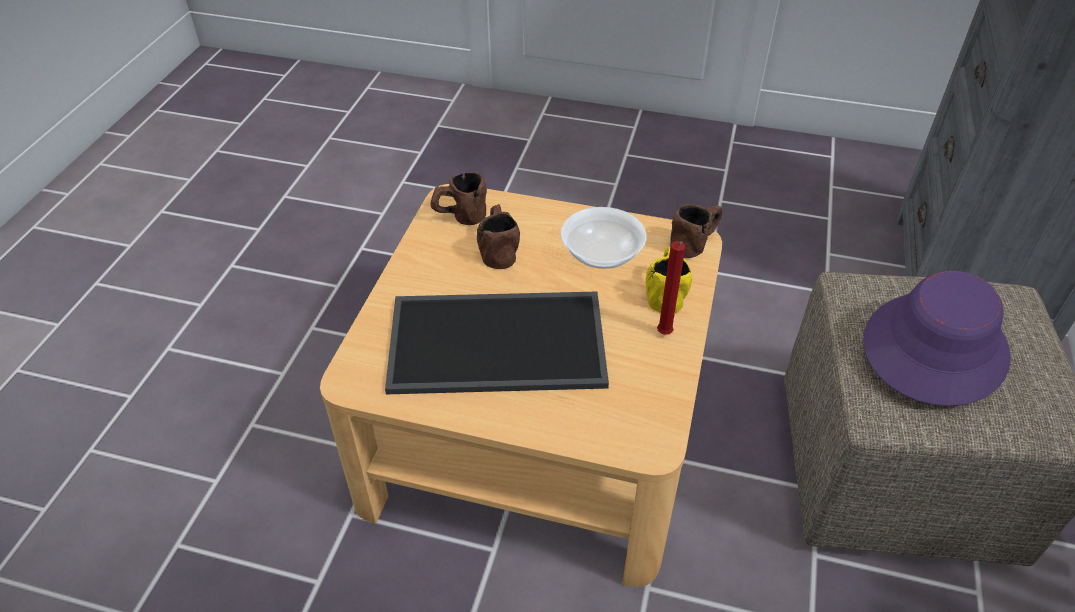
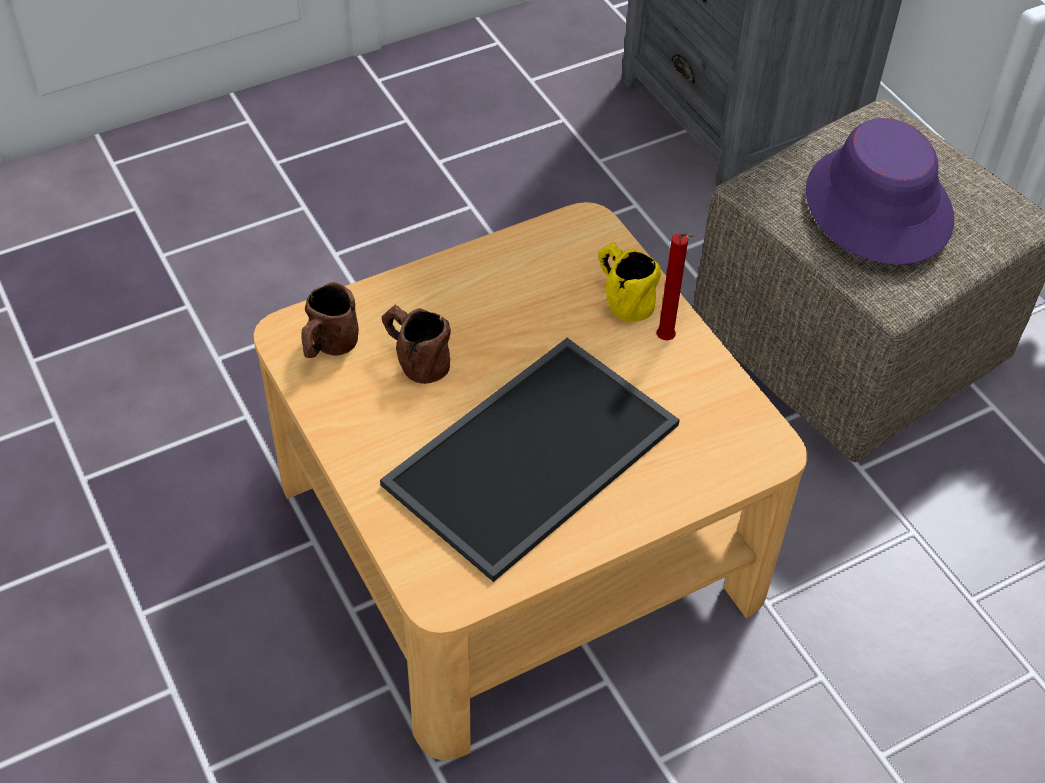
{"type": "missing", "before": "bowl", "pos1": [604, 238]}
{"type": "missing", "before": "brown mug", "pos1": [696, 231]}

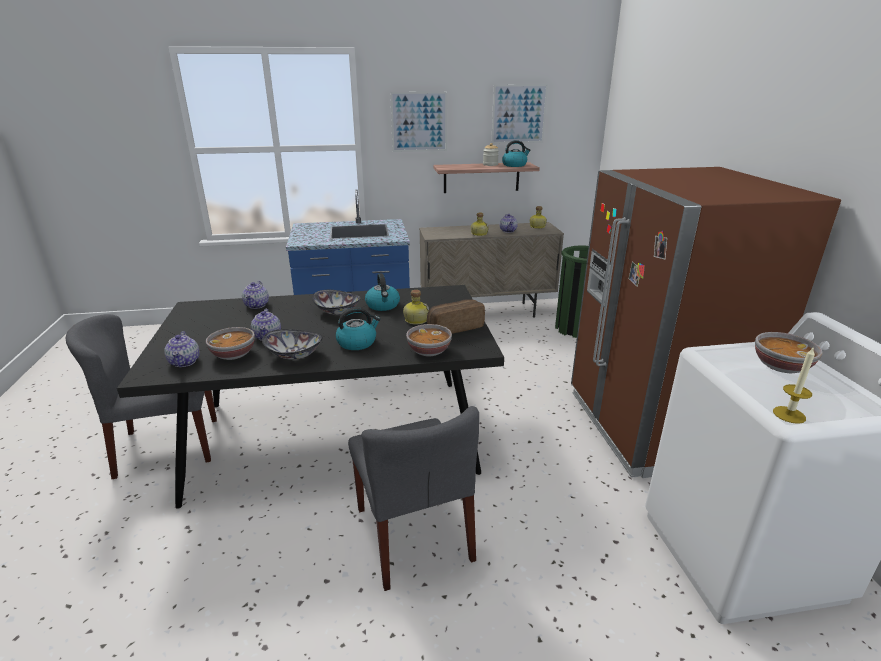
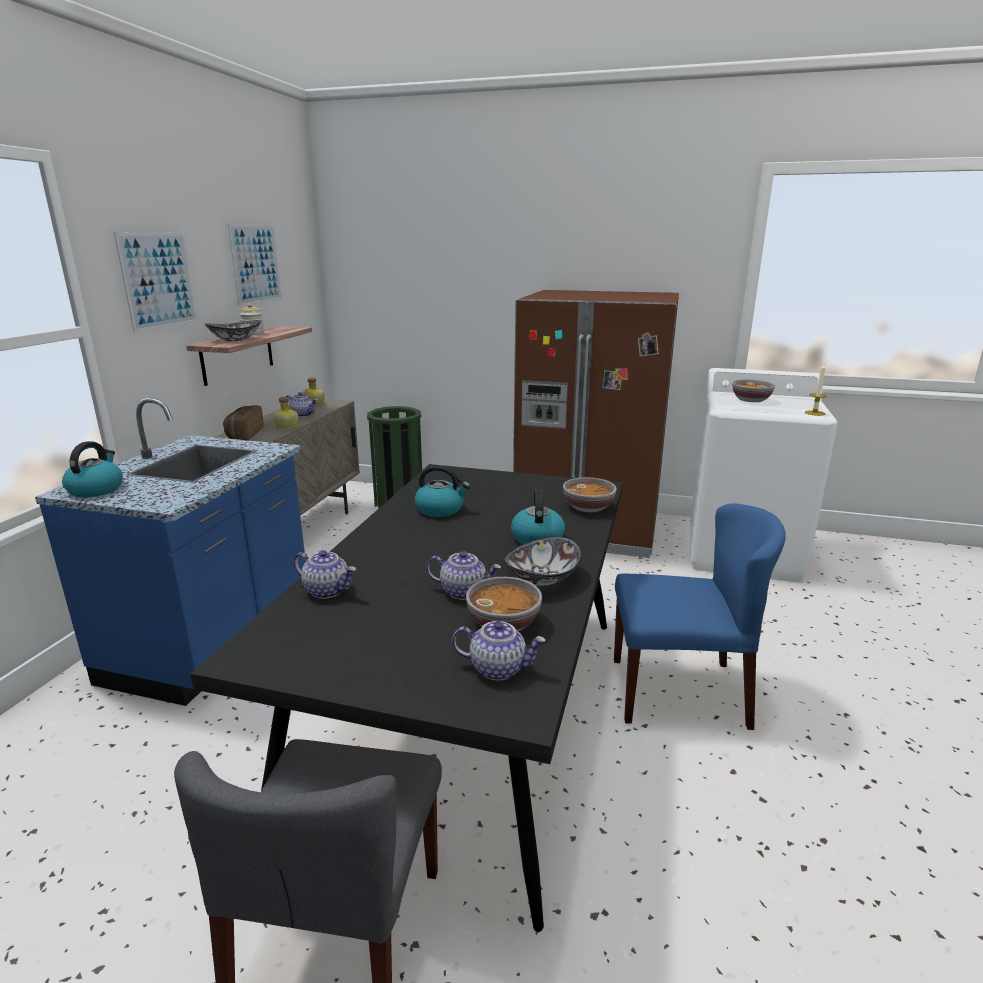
{"type": "relocated", "before": "bowl", "pos1": [336, 302], "pos2": [233, 330]}
{"type": "colour", "before": "grey chair", "after": "blue chair", "pos1": [413, 498], "pos2": [700, 616]}
{"type": "missing", "before": "bottle", "pos1": [416, 307]}
{"type": "relocated", "before": "bread", "pos1": [456, 316], "pos2": [243, 422]}
{"type": "relocated", "before": "kettle", "pos1": [516, 153], "pos2": [92, 469]}

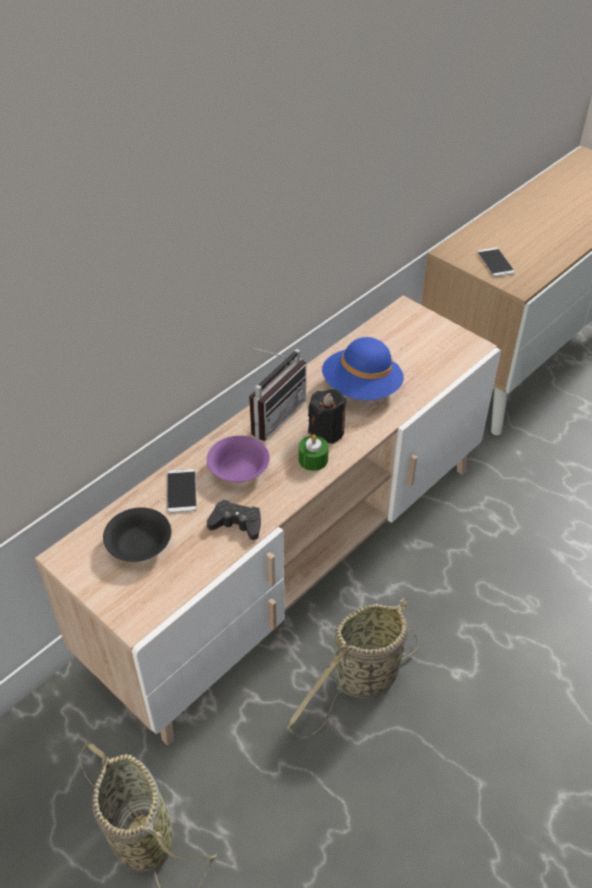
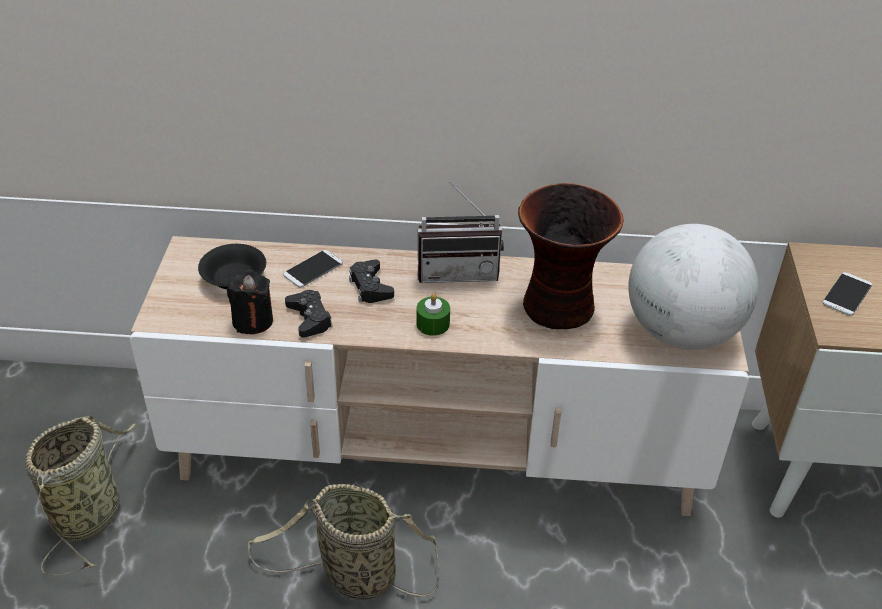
{"type": "exchanged", "before": "purple bowl", "after": "black game controller", "pos1": [238, 459], "pos2": [371, 281]}
{"type": "relocated", "before": "black candle", "pos1": [327, 416], "pos2": [250, 302]}
{"type": "exchanged", "before": "blue hat", "after": "vase", "pos1": [363, 368], "pos2": [571, 256]}
{"type": "appeared", "after": "globe", "pos2": [693, 287]}

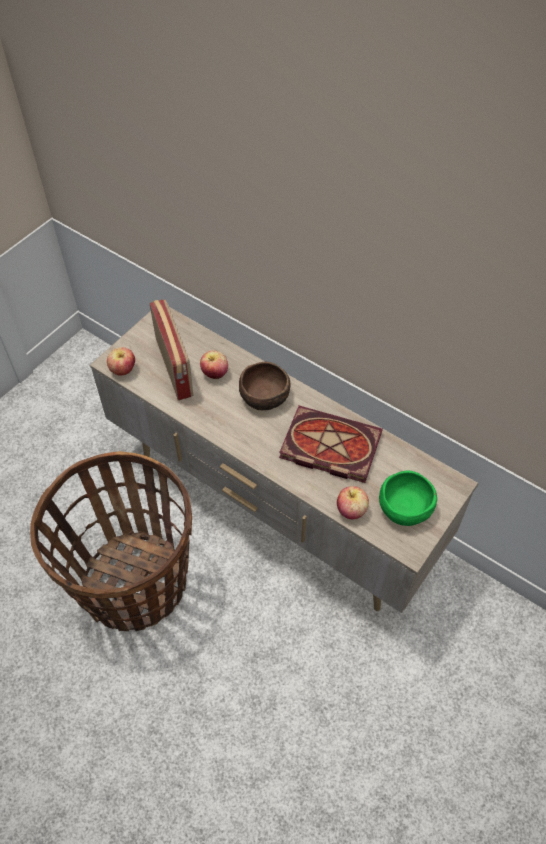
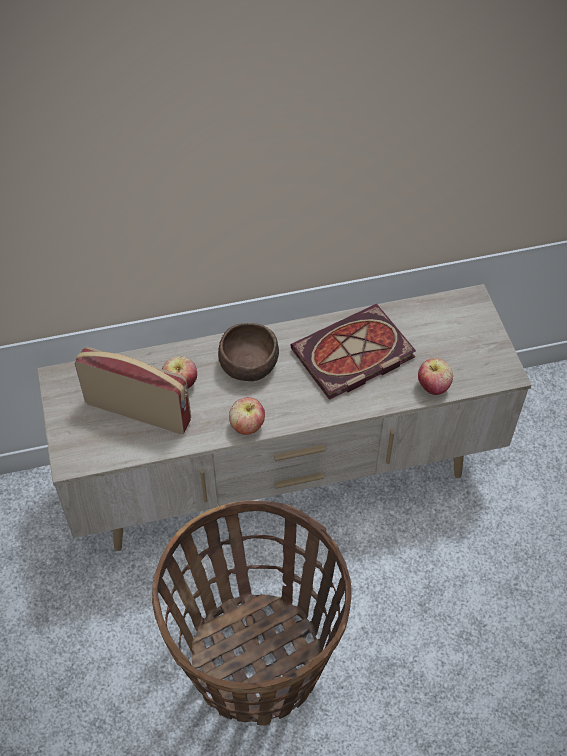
{"type": "relocated", "before": "apple", "pos1": [121, 361], "pos2": [247, 416]}
{"type": "missing", "before": "green bowl", "pos1": [408, 498]}

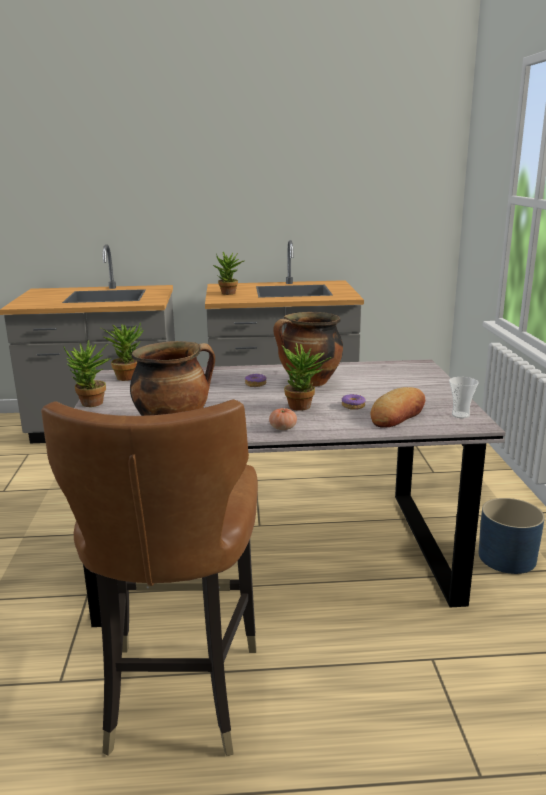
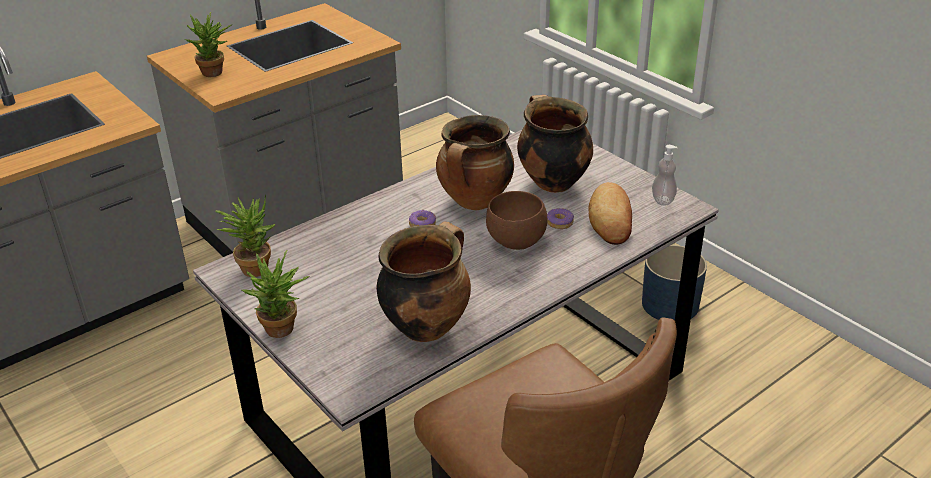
{"type": "missing", "before": "tomato", "pos1": [283, 419]}
{"type": "exchanged", "before": "potted plant", "after": "brown bowl", "pos1": [306, 377], "pos2": [516, 220]}
{"type": "exchanged", "before": "cup", "after": "soap dispenser", "pos1": [464, 397], "pos2": [664, 175]}
{"type": "appeared", "after": "cooking pot", "pos2": [555, 144]}

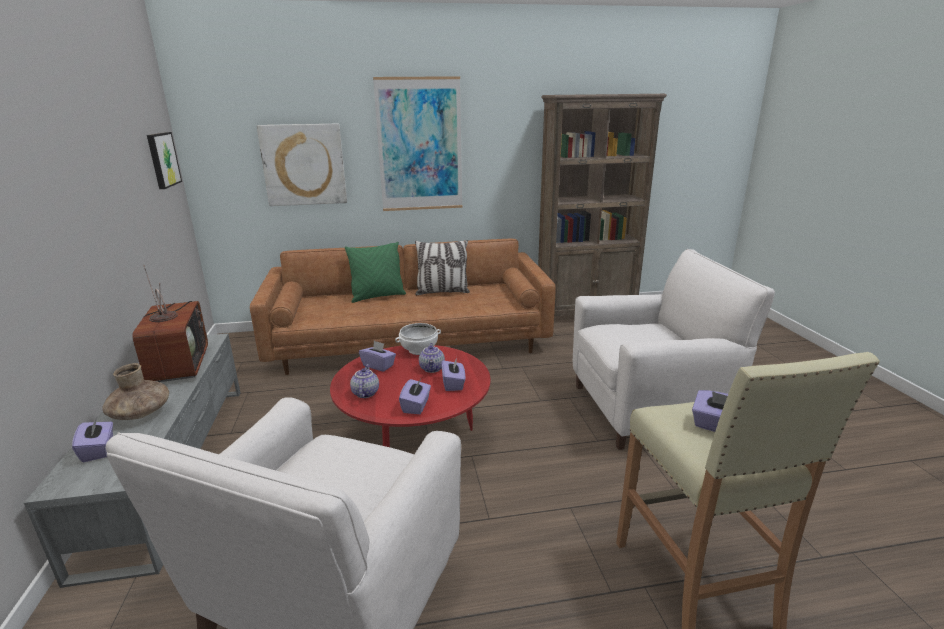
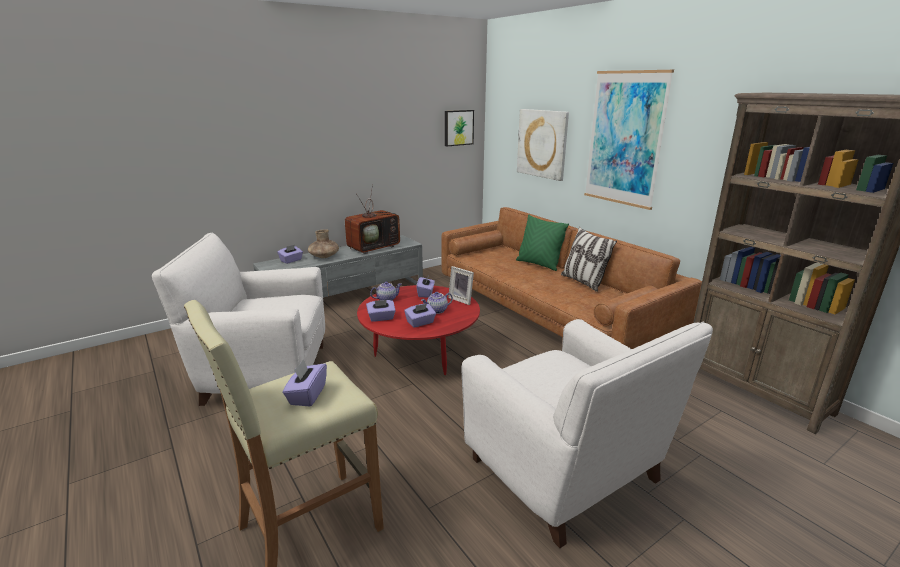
{"type": "exchanged", "before": "white bowl", "after": "picture frame", "pos1": [418, 339], "pos2": [461, 285]}

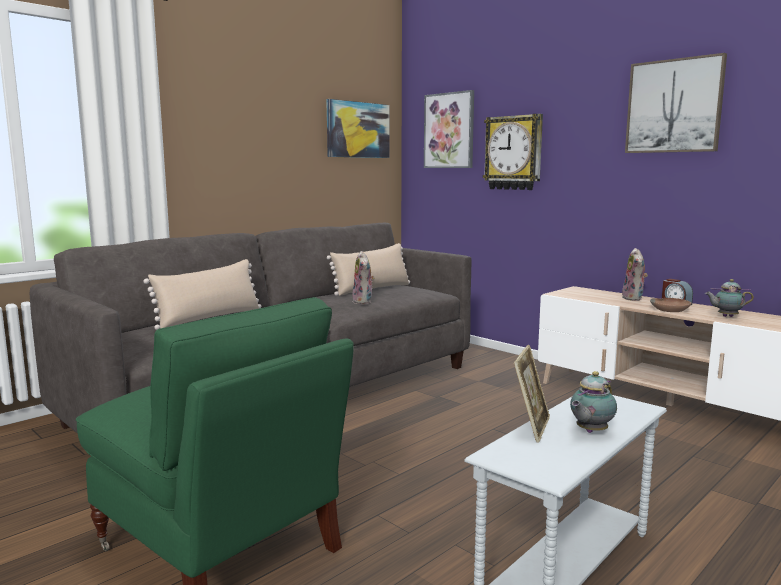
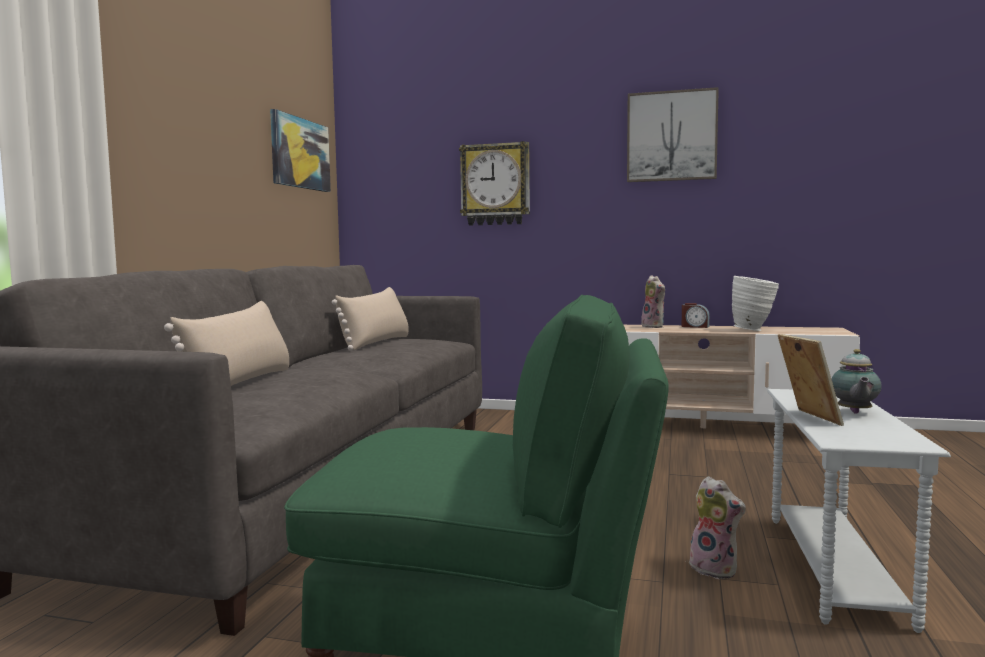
{"type": "relocated", "before": "plush toy", "pos1": [363, 277], "pos2": [717, 527]}
{"type": "missing", "before": "picture", "pos1": [449, 129]}
{"type": "missing", "before": "brown bowl", "pos1": [671, 305]}
{"type": "exchanged", "before": "teapot", "after": "white vase", "pos1": [729, 298], "pos2": [755, 303]}

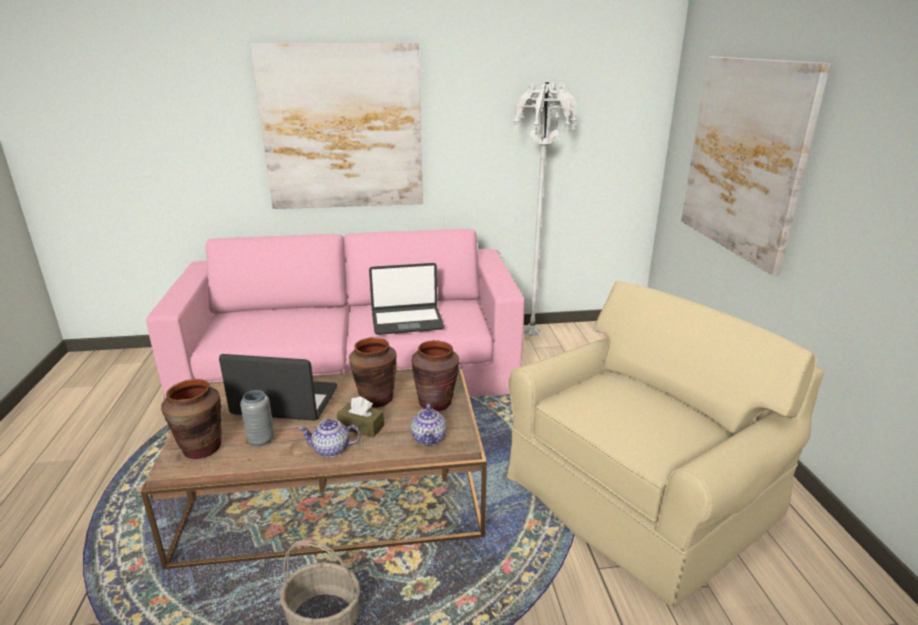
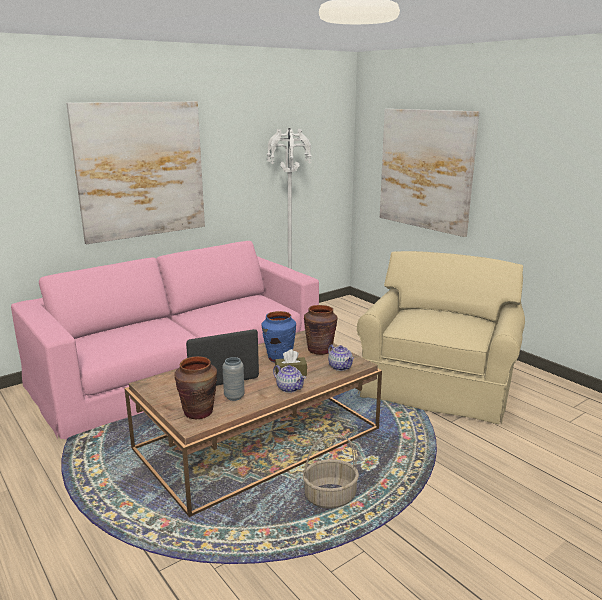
{"type": "spun", "before": "teapot", "pos1": [329, 438], "pos2": [289, 379], "turn": -105}
{"type": "colour", "before": "brown vase", "after": "blue vase", "pos1": [373, 372], "pos2": [278, 336]}
{"type": "missing", "before": "laptop", "pos1": [406, 299]}

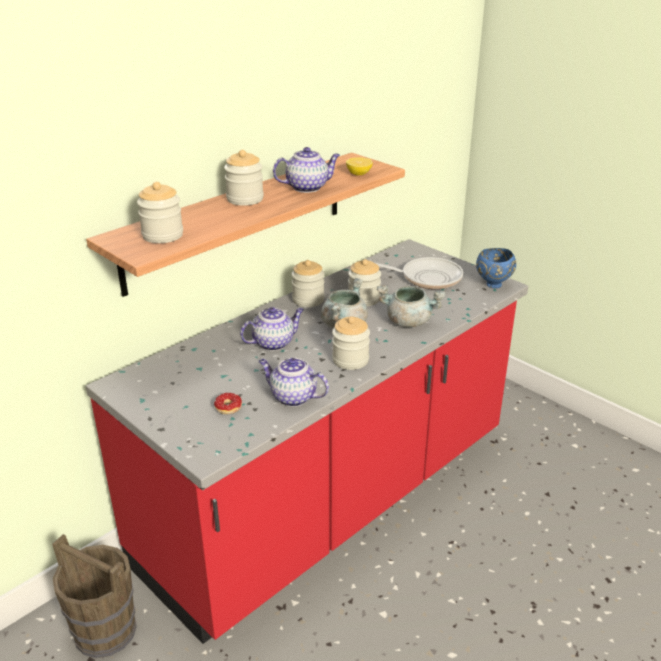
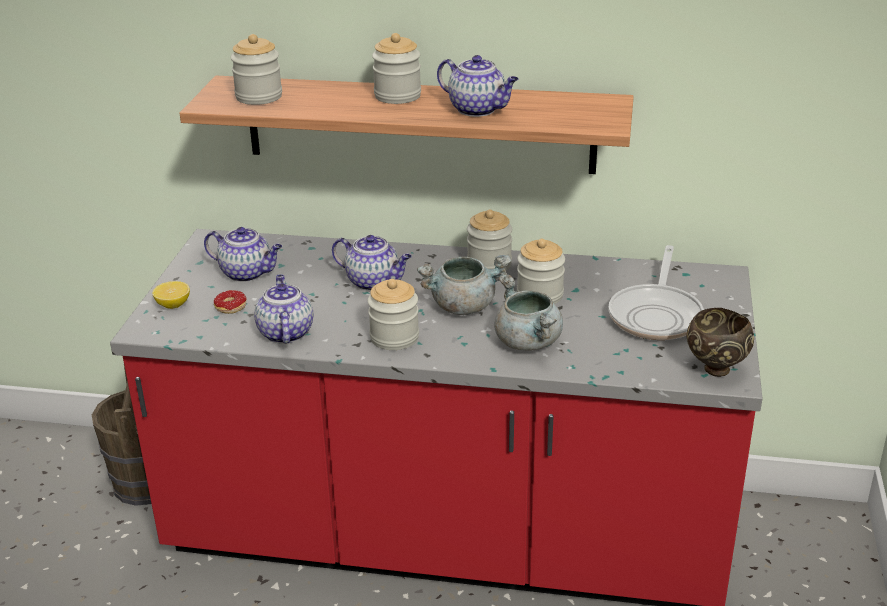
{"type": "relocated", "before": "lemon", "pos1": [359, 166], "pos2": [171, 295]}
{"type": "spun", "before": "frying pan", "pos1": [419, 273], "pos2": [656, 292], "turn": 45}
{"type": "colour", "before": "blue bowl", "after": "brown bowl", "pos1": [496, 268], "pos2": [720, 342]}
{"type": "appeared", "after": "teapot", "pos2": [243, 254]}

